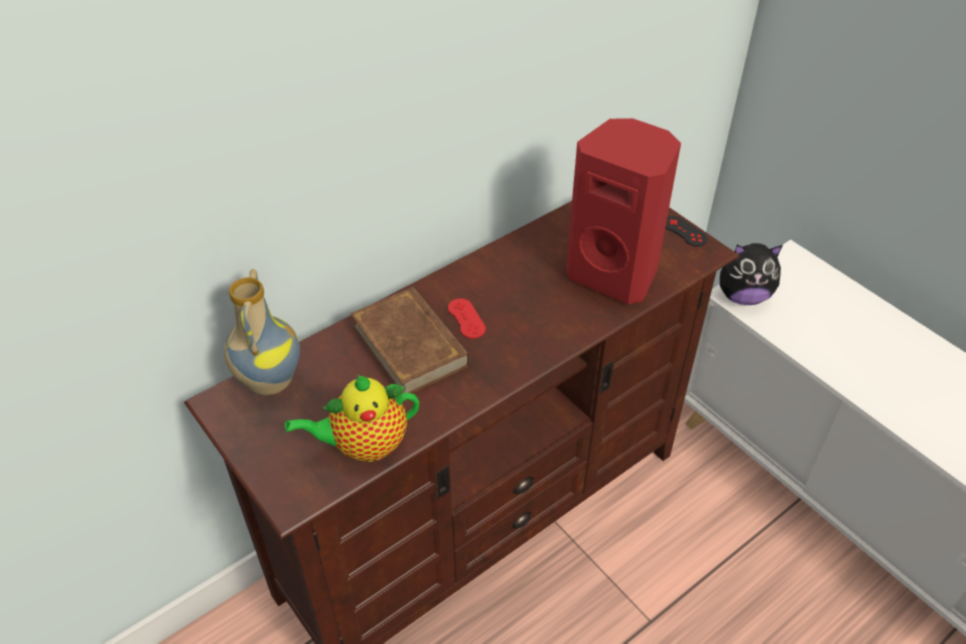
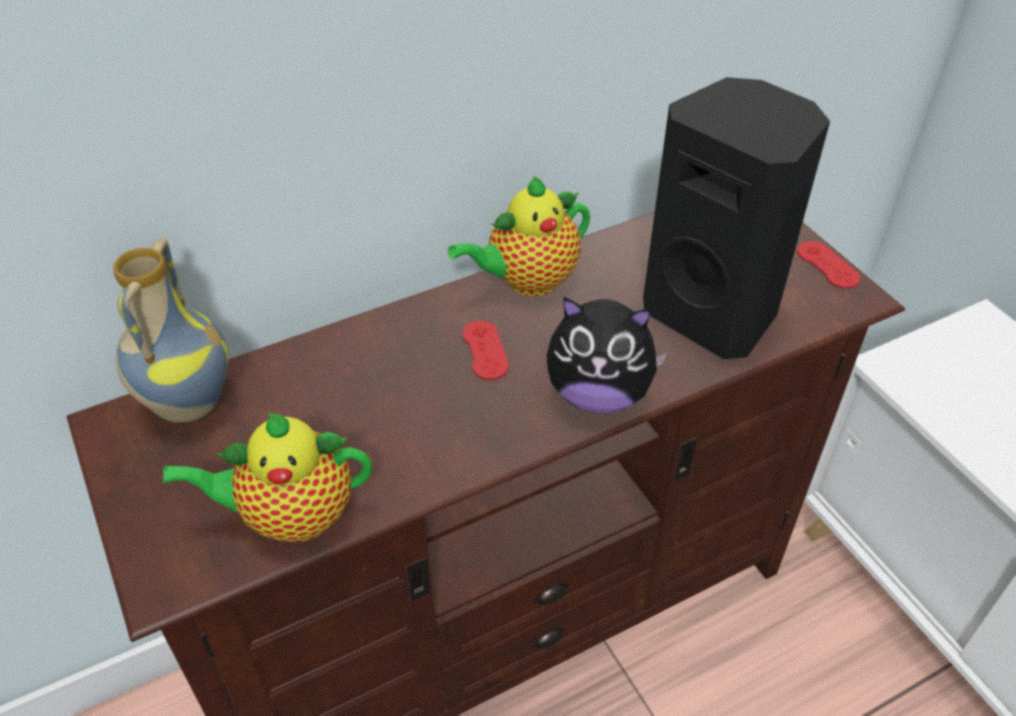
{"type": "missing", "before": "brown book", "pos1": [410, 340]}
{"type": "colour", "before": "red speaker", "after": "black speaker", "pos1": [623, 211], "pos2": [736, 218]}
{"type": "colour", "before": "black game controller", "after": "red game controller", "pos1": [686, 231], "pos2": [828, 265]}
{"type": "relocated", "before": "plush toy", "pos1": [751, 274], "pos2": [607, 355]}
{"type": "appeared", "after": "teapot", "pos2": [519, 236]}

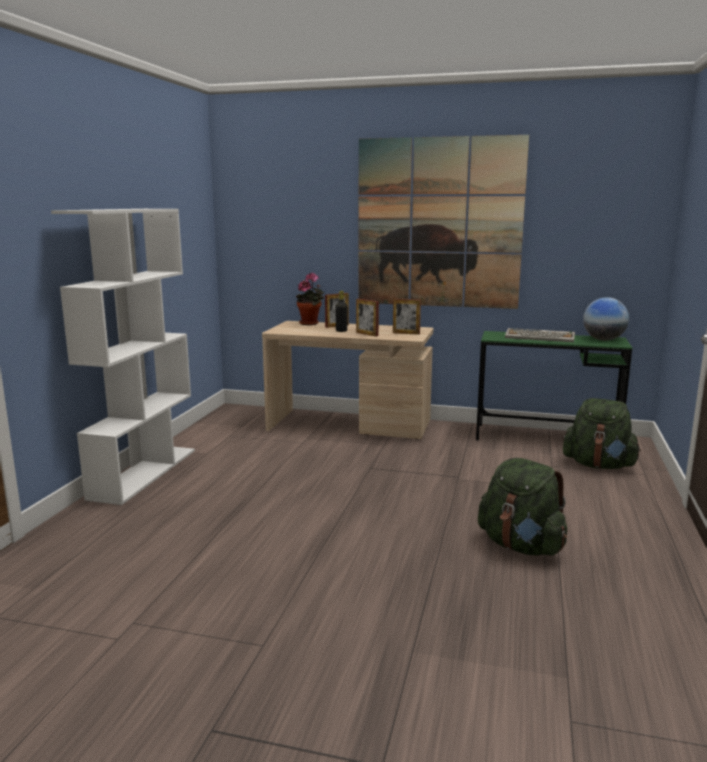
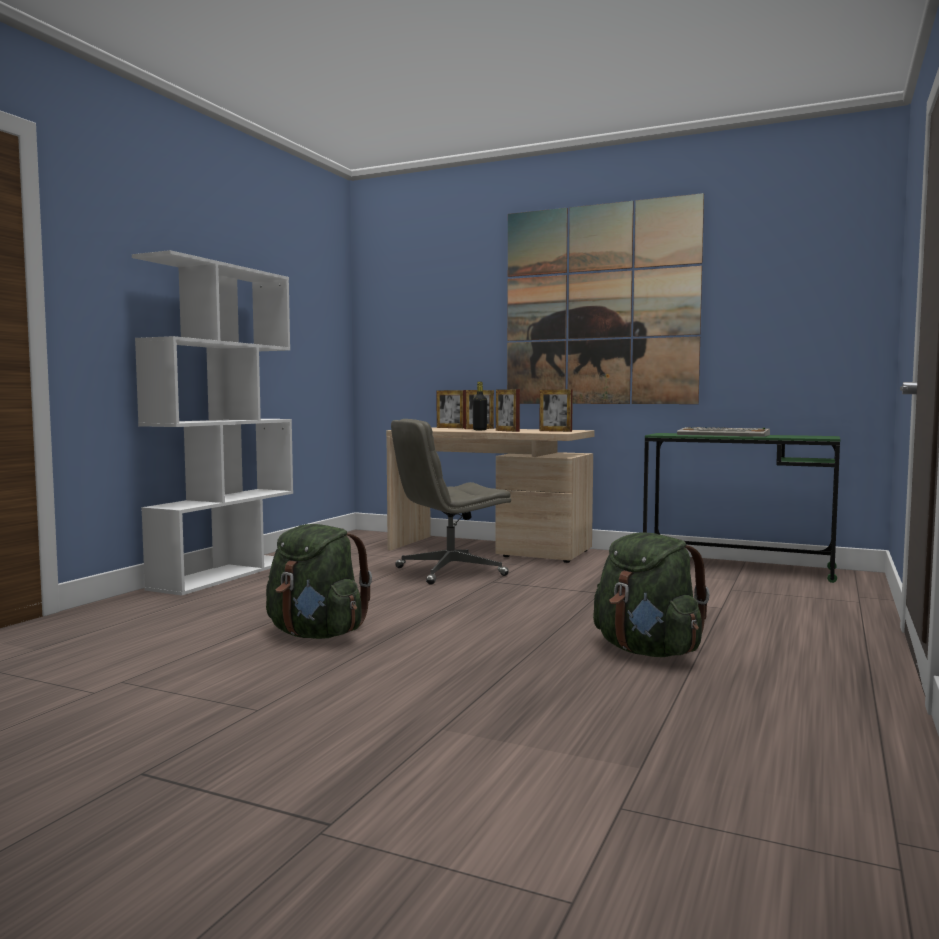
{"type": "exchanged", "before": "potted plant", "after": "picture frame", "pos1": [310, 299], "pos2": [450, 409]}
{"type": "relocated", "before": "green backpack", "pos1": [602, 433], "pos2": [319, 581]}
{"type": "missing", "before": "globe", "pos1": [606, 319]}
{"type": "appeared", "after": "grey office chair", "pos2": [451, 502]}

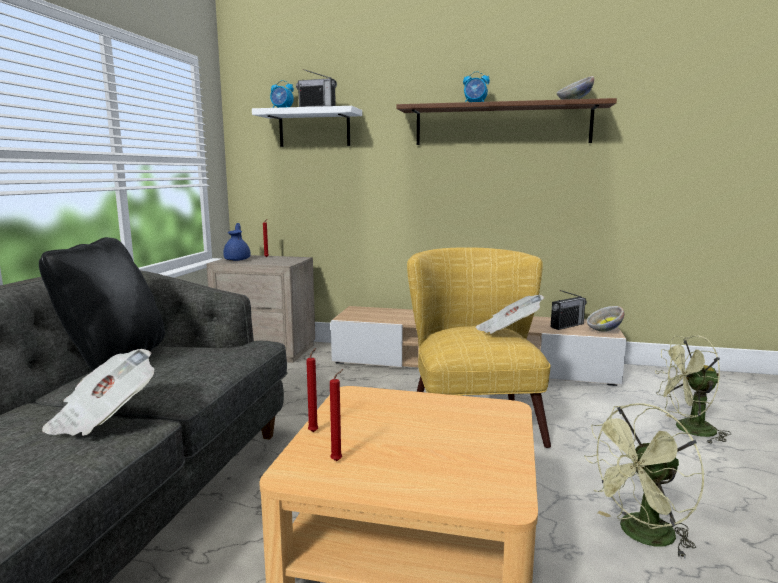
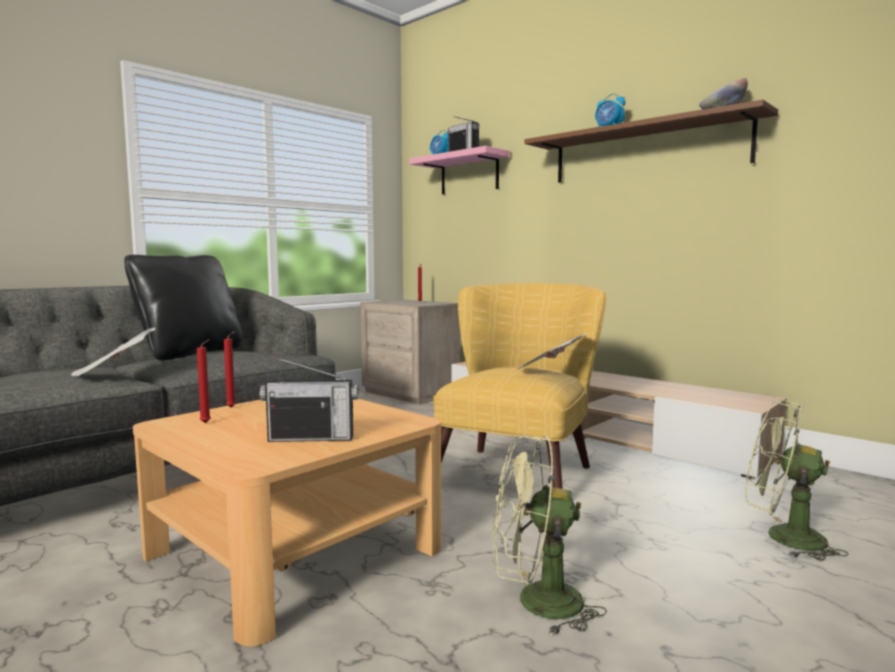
{"type": "missing", "before": "blue teapot", "pos1": [237, 242]}
{"type": "colour", "before": "white shelf", "after": "pink shelf", "pos1": [307, 126], "pos2": [459, 170]}
{"type": "relocated", "before": "radio", "pos1": [569, 310], "pos2": [309, 399]}
{"type": "missing", "before": "bowl", "pos1": [605, 319]}

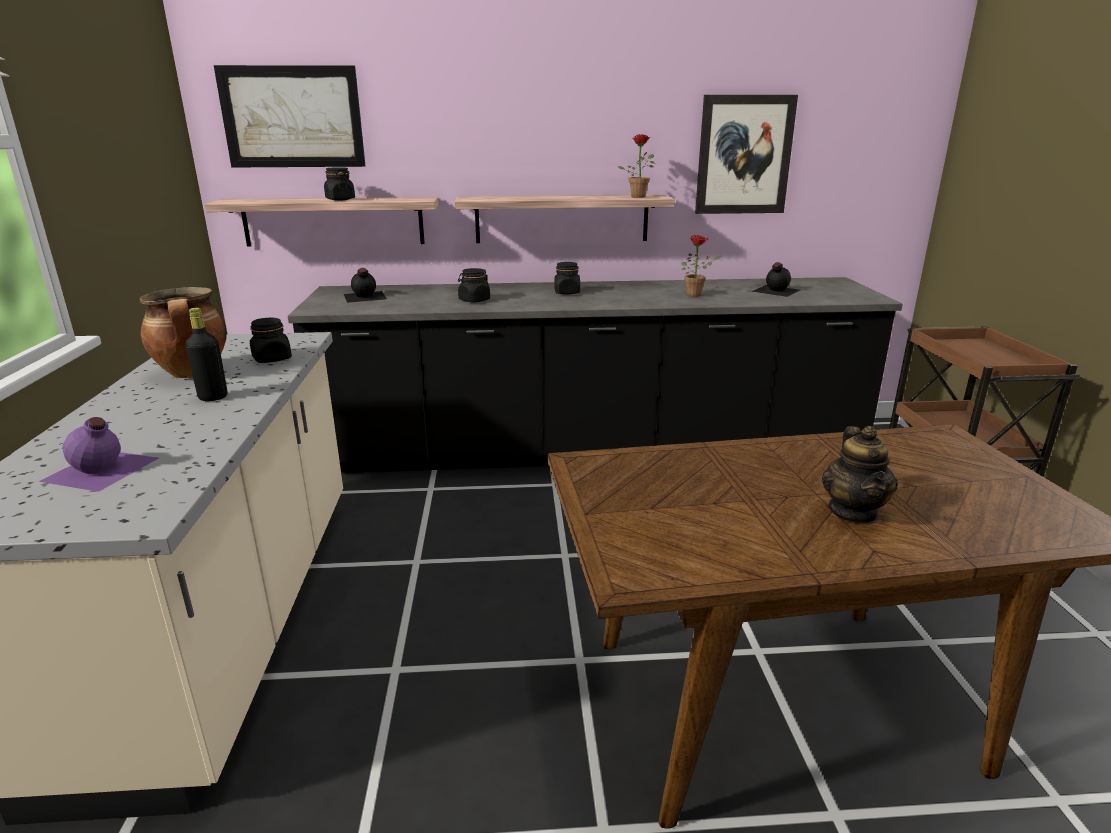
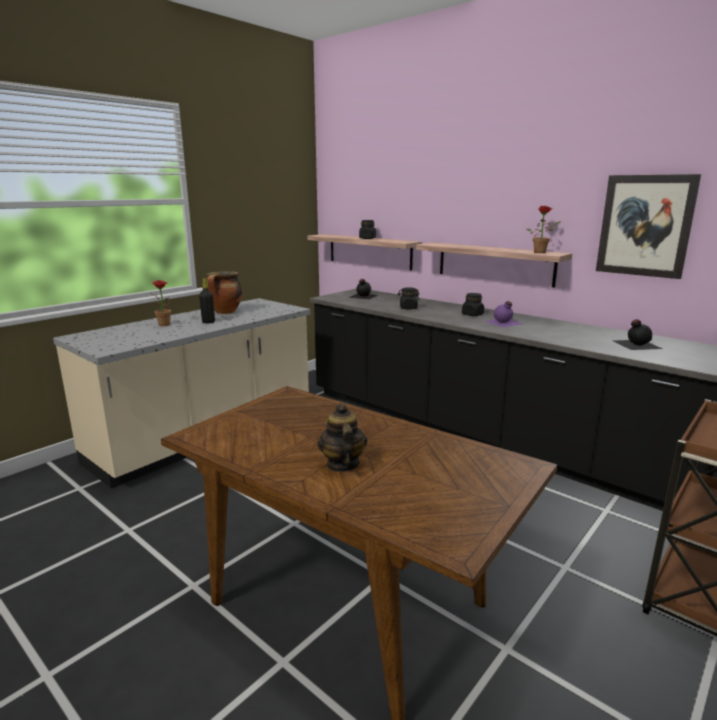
{"type": "relocated", "before": "purple bottle", "pos1": [98, 454], "pos2": [504, 314]}
{"type": "missing", "before": "picture", "pos1": [289, 116]}
{"type": "missing", "before": "black jar", "pos1": [271, 340]}
{"type": "relocated", "before": "potted plant", "pos1": [702, 266], "pos2": [161, 303]}
{"type": "spun", "before": "teapot", "pos1": [860, 475], "pos2": [342, 437], "turn": 120}

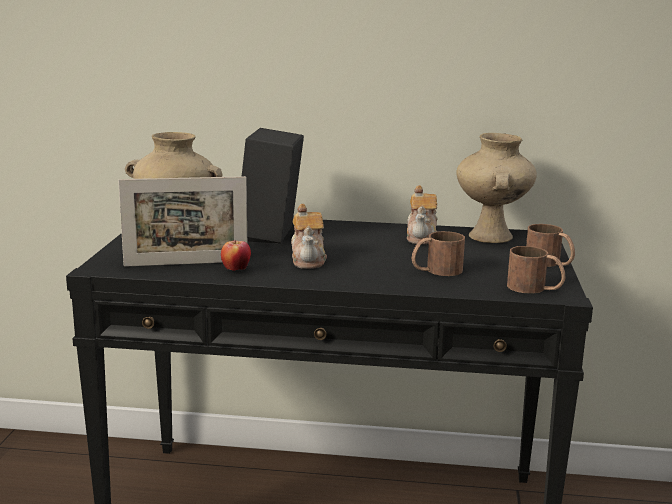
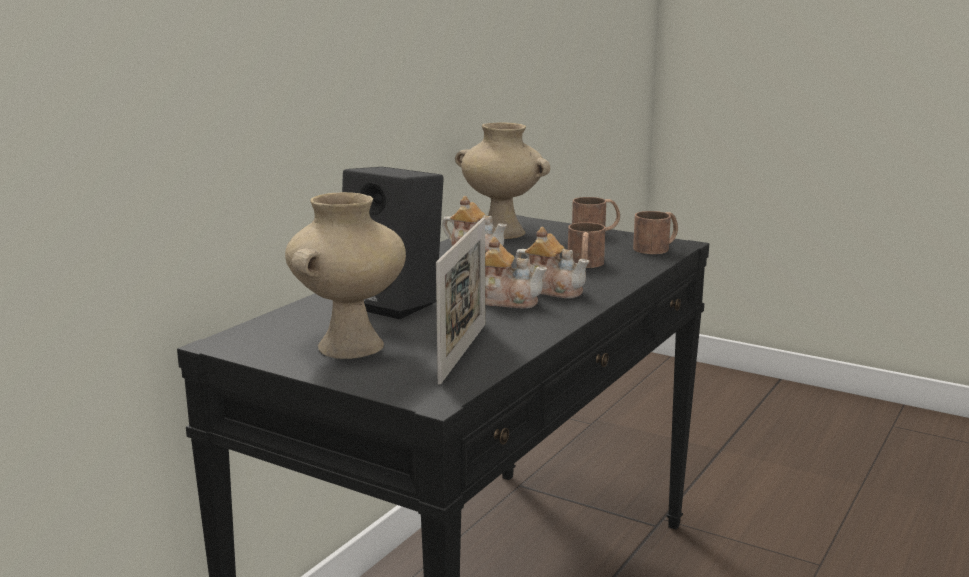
{"type": "missing", "before": "apple", "pos1": [236, 255]}
{"type": "appeared", "after": "teapot", "pos2": [552, 262]}

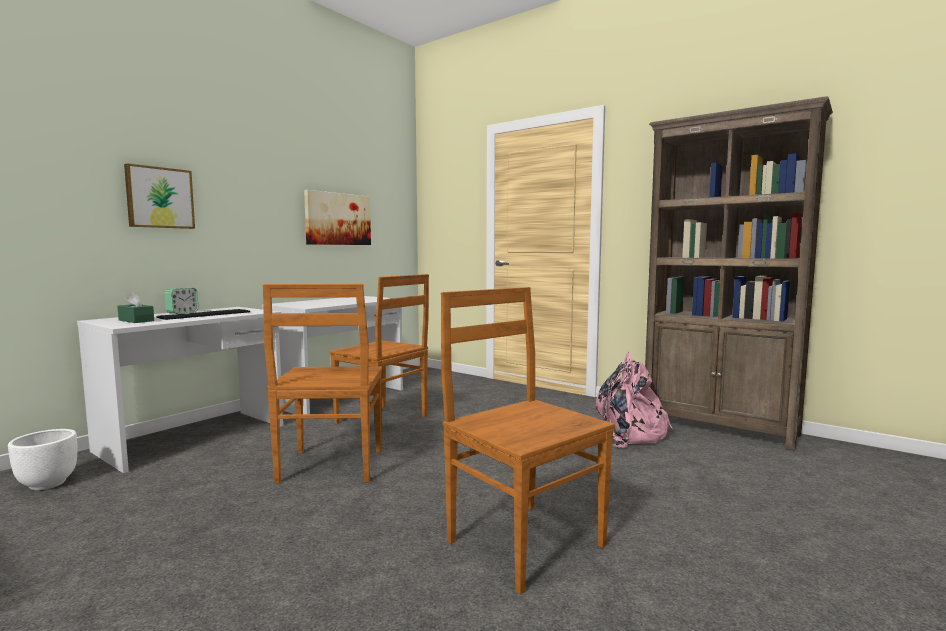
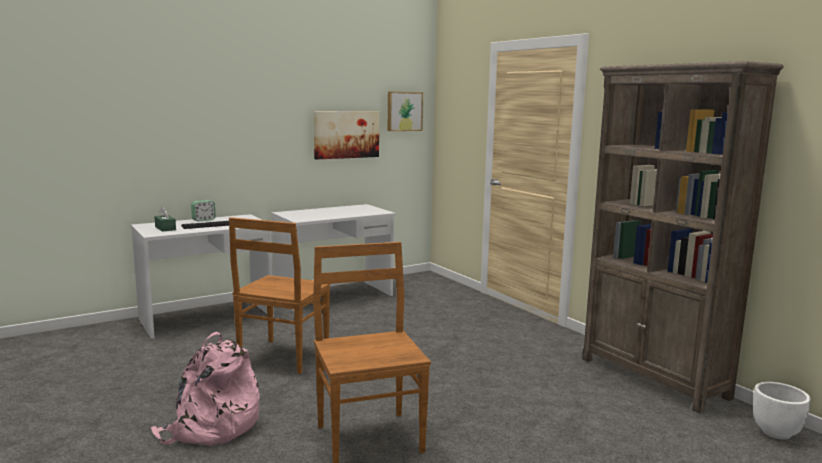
{"type": "relocated", "before": "white planter", "pos1": [42, 459], "pos2": [782, 411]}
{"type": "relocated", "before": "picture", "pos1": [159, 196], "pos2": [405, 111]}
{"type": "missing", "before": "brown chair", "pos1": [379, 354]}
{"type": "relocated", "before": "pink backpack", "pos1": [634, 399], "pos2": [205, 389]}

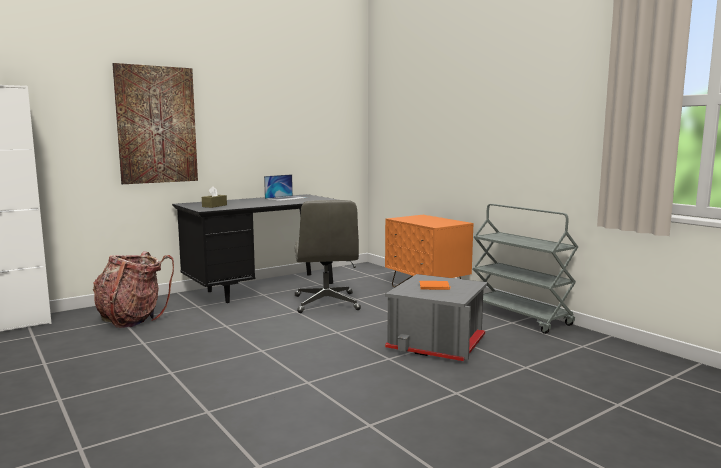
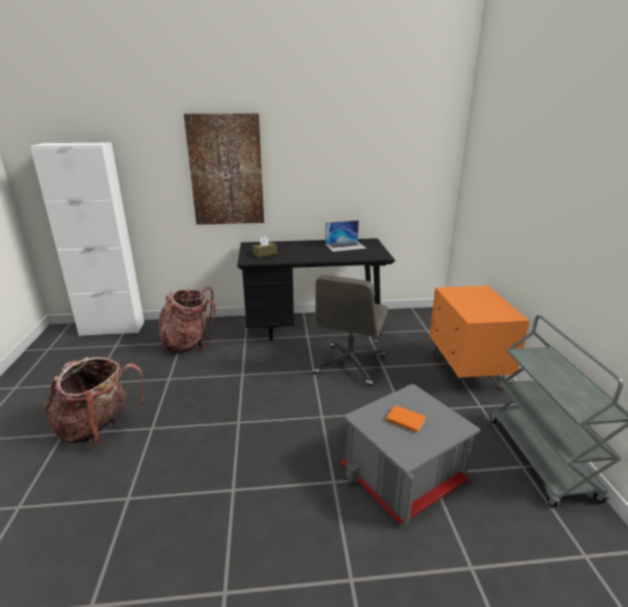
{"type": "appeared", "after": "backpack", "pos2": [93, 402]}

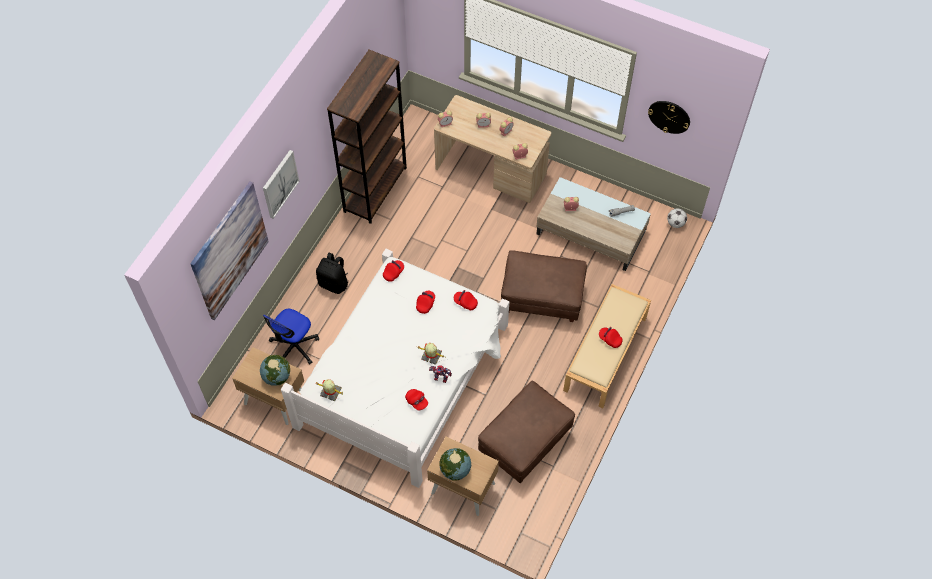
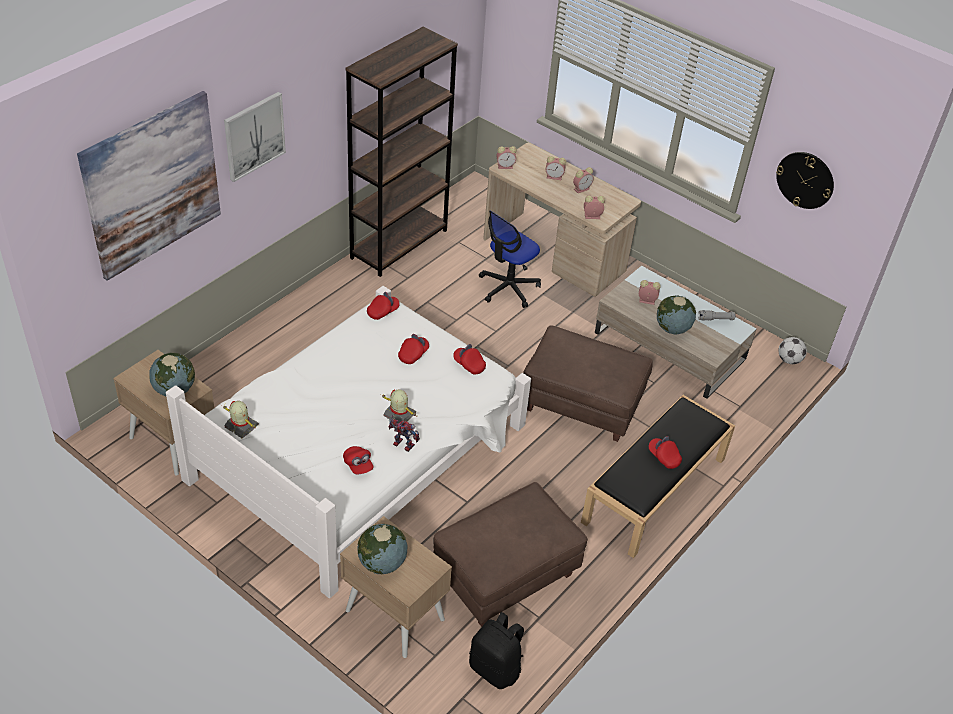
{"type": "relocated", "before": "office chair", "pos1": [291, 336], "pos2": [510, 259]}
{"type": "relocated", "before": "black backpack", "pos1": [332, 273], "pos2": [496, 650]}
{"type": "colour", "before": "beige bench", "after": "black bench", "pos1": [607, 346], "pos2": [658, 476]}
{"type": "appeared", "after": "globe", "pos2": [676, 315]}

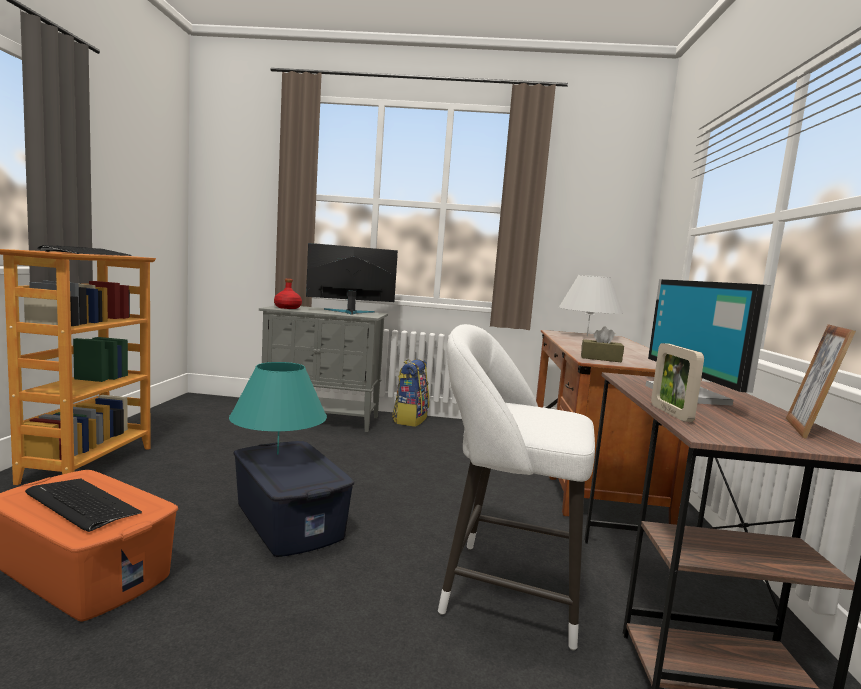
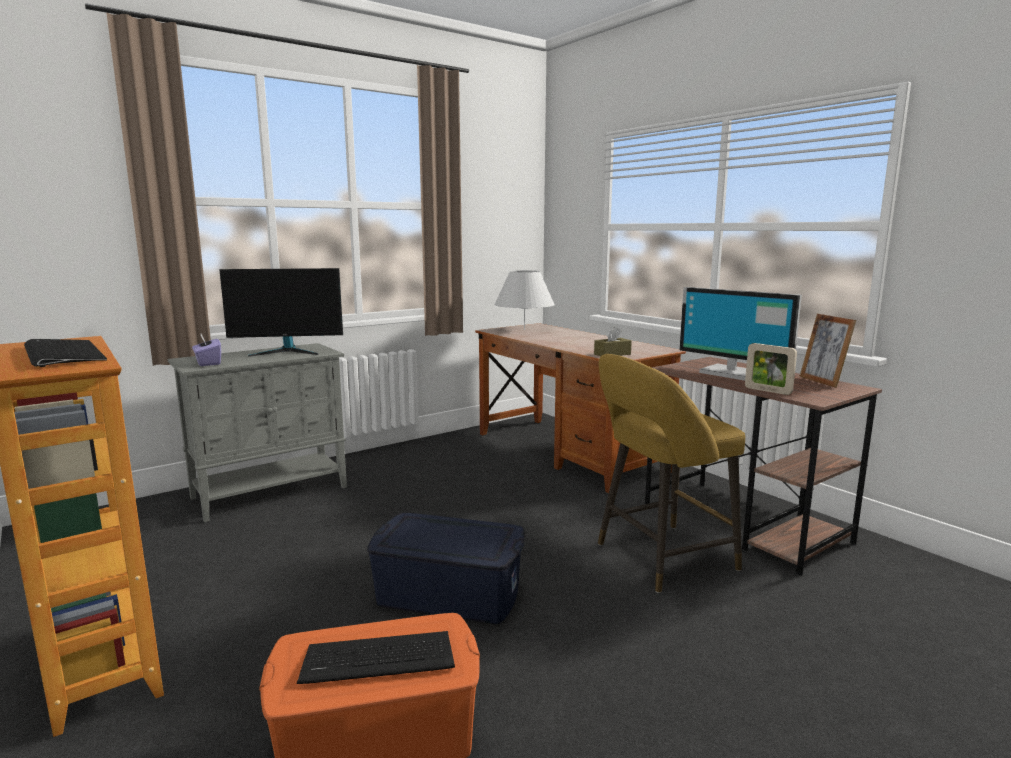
{"type": "missing", "before": "turquoise table lamp", "pos1": [278, 408]}
{"type": "exchanged", "before": "red bottle", "after": "purple tissue box", "pos1": [288, 294], "pos2": [206, 350]}
{"type": "spun", "before": "monitor", "pos1": [352, 279], "pos2": [281, 312], "turn": -135}
{"type": "missing", "before": "backpack", "pos1": [410, 392]}
{"type": "colour", "before": "white stool", "after": "yellow stool", "pos1": [516, 487], "pos2": [671, 473]}

